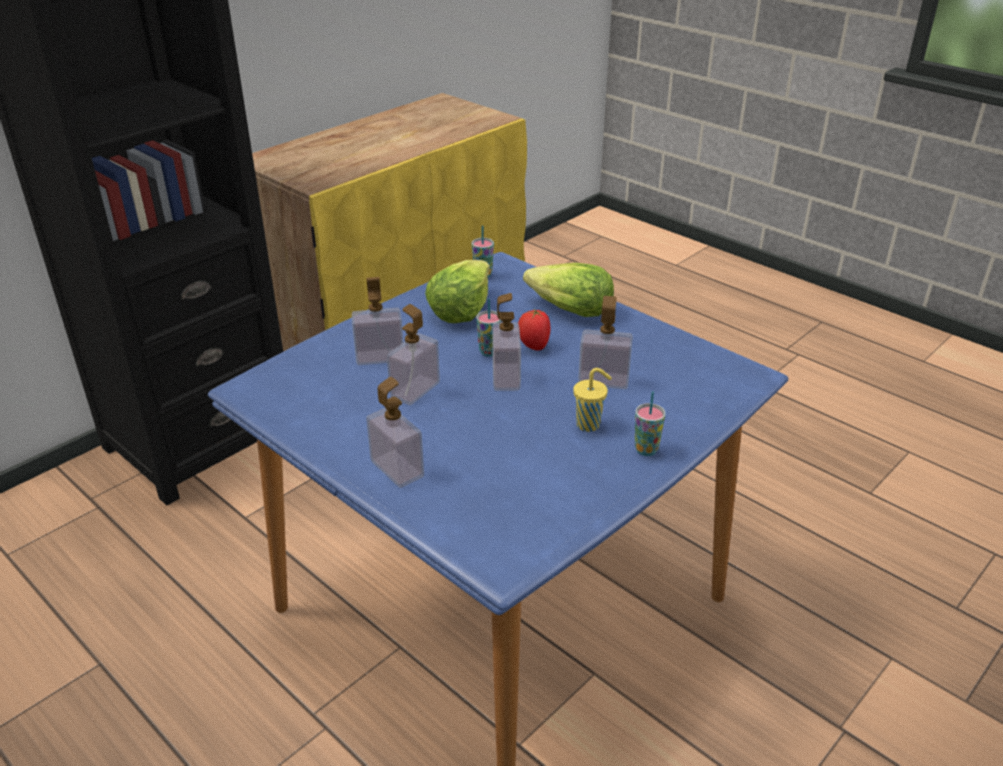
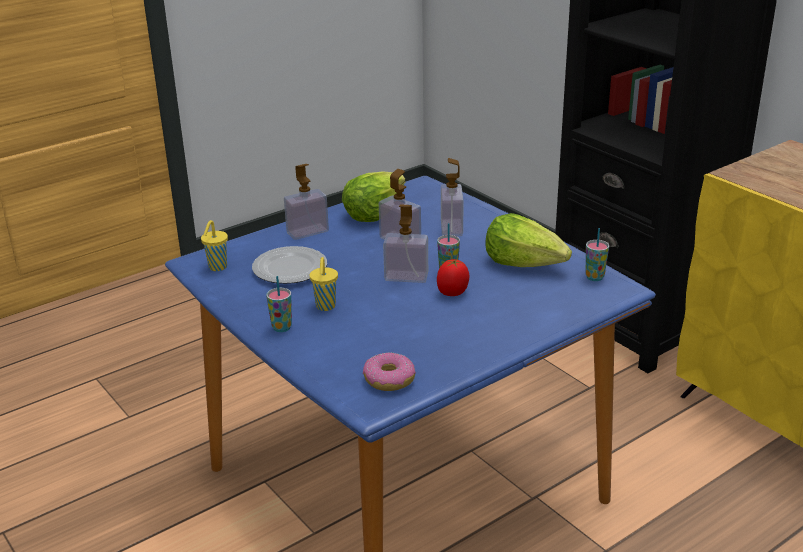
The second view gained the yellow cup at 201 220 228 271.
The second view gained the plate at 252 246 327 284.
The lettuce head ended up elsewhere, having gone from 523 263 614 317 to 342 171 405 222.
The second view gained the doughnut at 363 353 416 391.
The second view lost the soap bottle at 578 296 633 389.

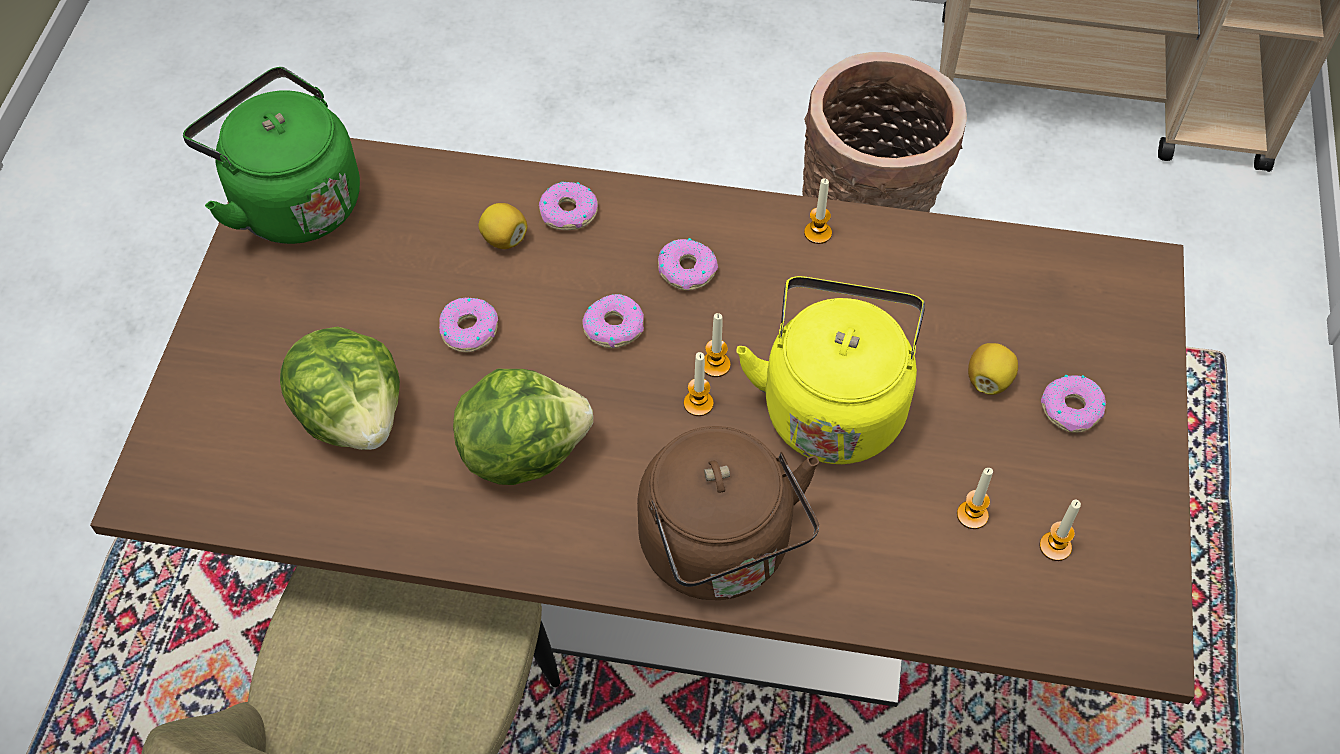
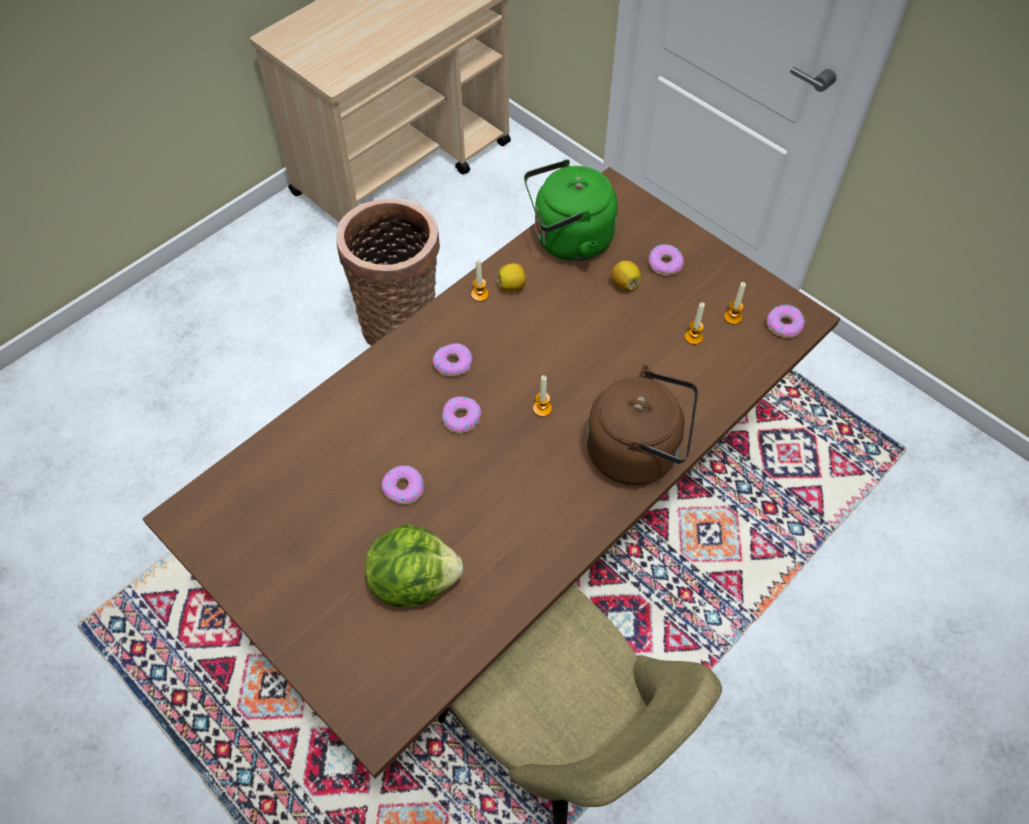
The lemon ended up elsewhere, having gone from 478 203 527 249 to 497 263 526 292.
The green kettle ended up elsewhere, having gone from 183 67 360 244 to 524 159 618 261.
The doughnut ended up elsewhere, having gone from 539 181 598 230 to 767 304 805 338.
The second view lost the lettuce head at 453 369 593 485.
The second view lost the candle at 704 313 731 377.
The second view lost the yellow kettle at 736 276 925 464.

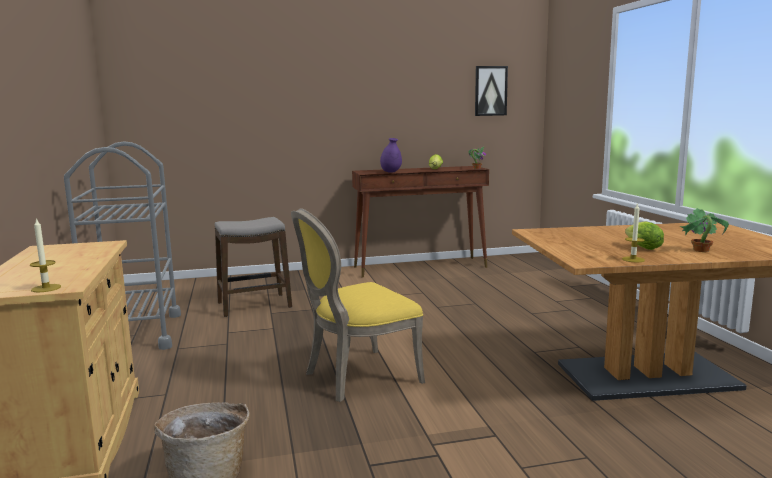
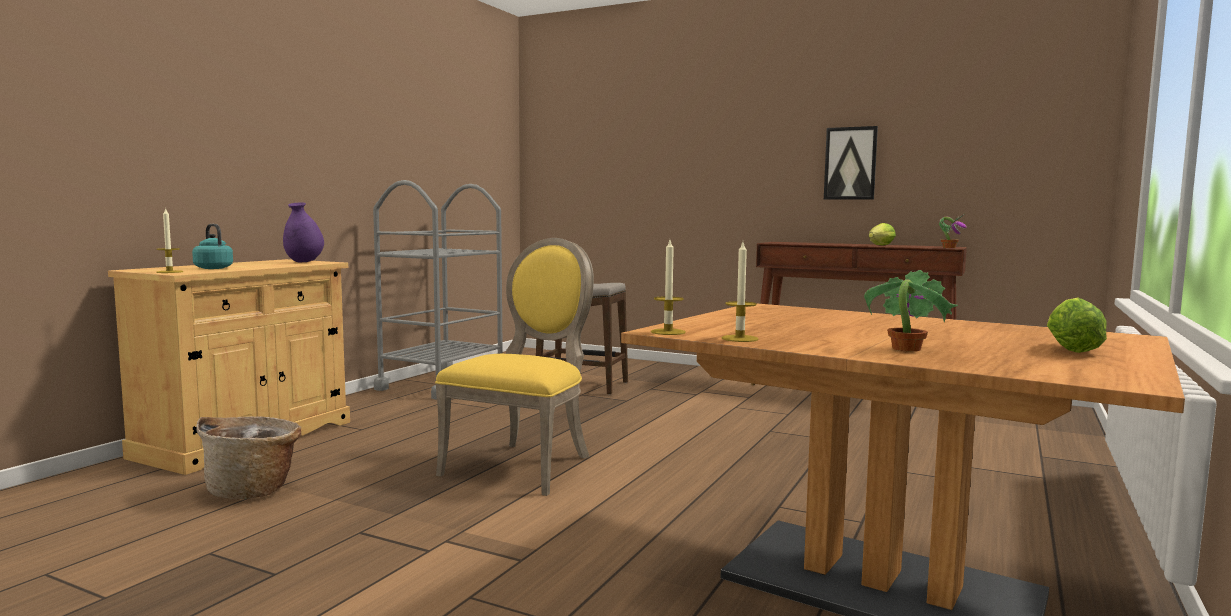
The second view gained the blue-green kettle at 192 224 233 269.
The purple-coloured vase ended up elsewhere, having gone from 380 138 402 173 to 283 202 324 262.
The yellow upright chair at 291 208 425 402 ended up facing another way, 105 degrees clockwise from before.
The second view gained the candle at 651 240 686 335.
The picture ended up elsewhere, having gone from 475 66 508 116 to 824 126 878 200.
The lettuce head ended up elsewhere, having gone from 625 221 664 250 to 1047 298 1107 353.

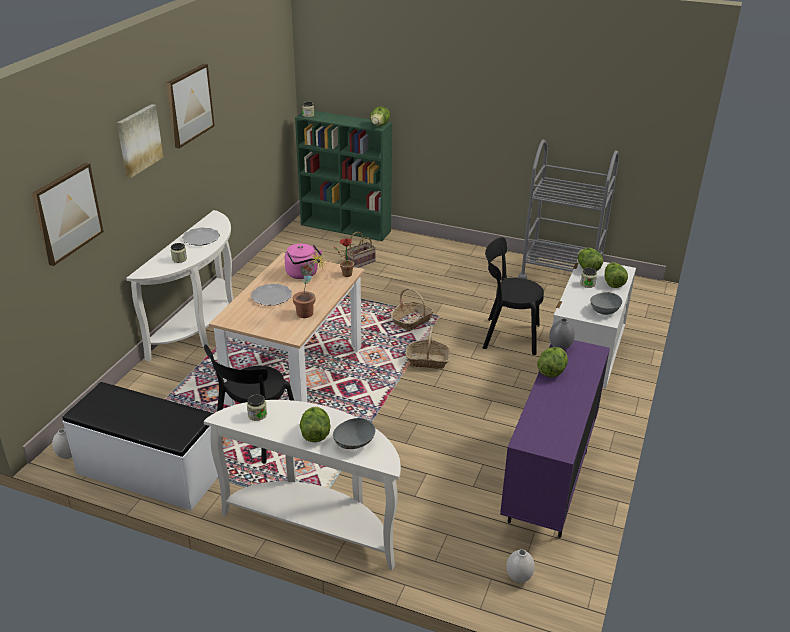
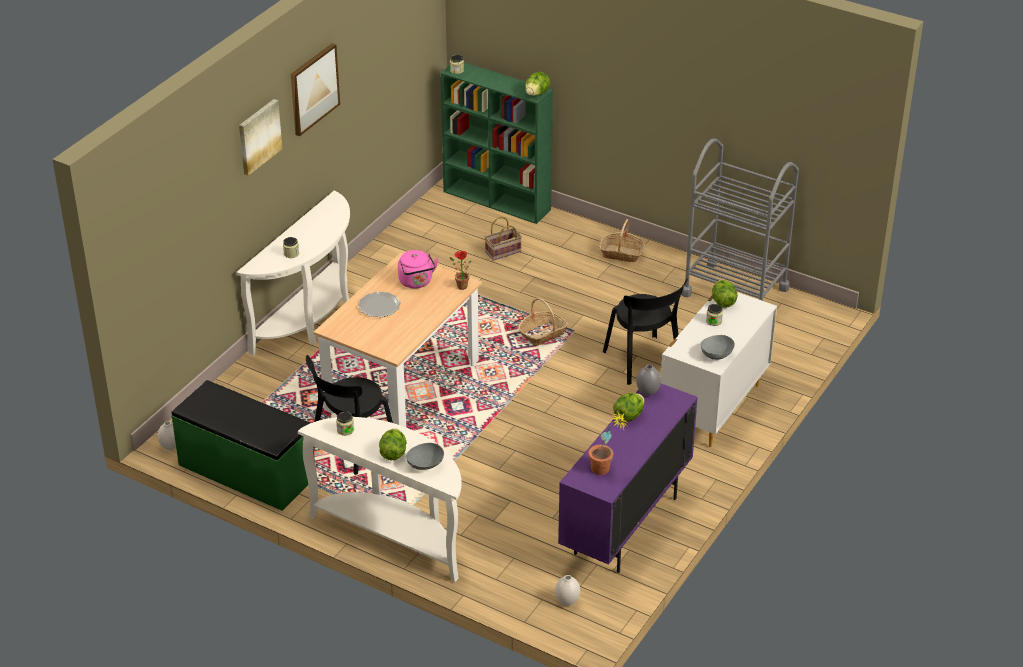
What was the whitish long seat at 62 382 218 511 turned into the green long seat at 171 380 315 511.
The plant in a pot ended up elsewhere, having gone from 293 254 326 318 to 588 411 628 475.
The household basket ended up elsewhere, having gone from 406 326 451 369 to 599 219 645 263.
The blackish upright chair at 483 237 544 355 ended up facing another way, 135 degrees counterclockwise from before.
The second view lost the picture at 32 163 104 266.
The second view lost the plate at 182 227 220 246.
The second view lost the lettuce head at 604 263 628 288.

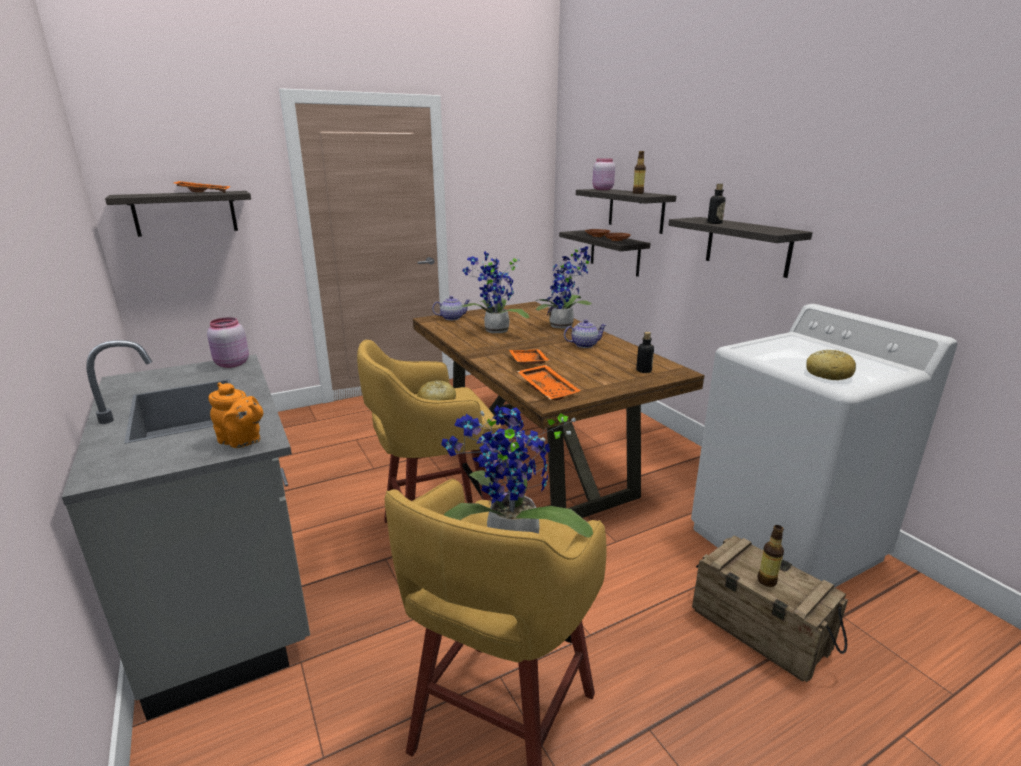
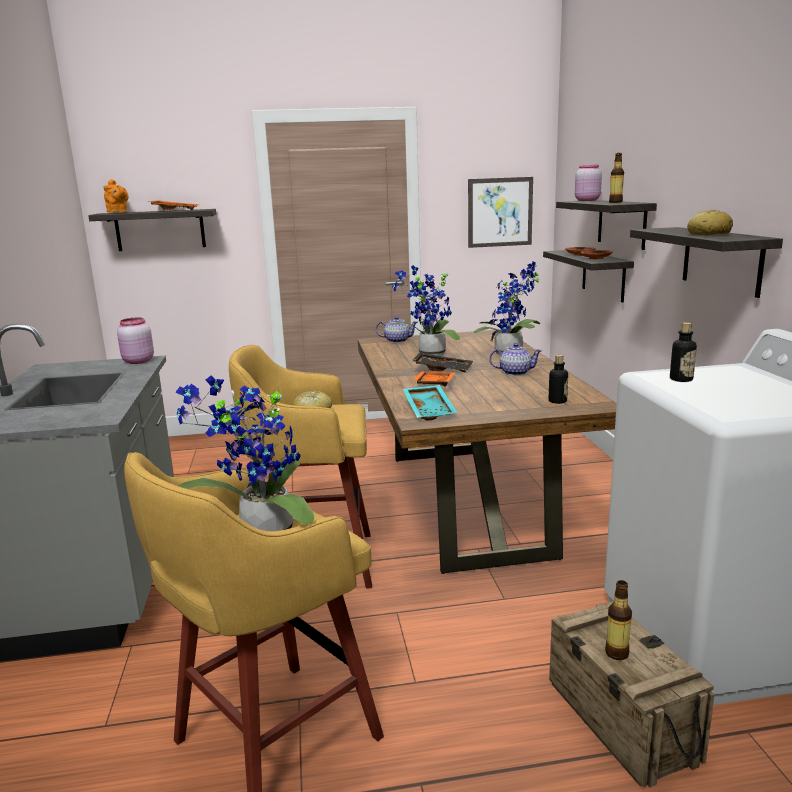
The orange pot for tea ended up elsewhere, having gone from 209 382 263 448 to 104 179 129 213.
What was the orange serving tray at 517 365 581 401 turned into the blue-green serving tray at 403 385 458 421.
The second view gained the blackish serving tray at 412 353 473 373.
The second view gained the picture at 468 177 533 248.
The bottle ended up elsewhere, having gone from 707 184 726 224 to 670 322 697 382.
The baked bread ended up elsewhere, having gone from 806 350 856 380 to 687 210 733 235.

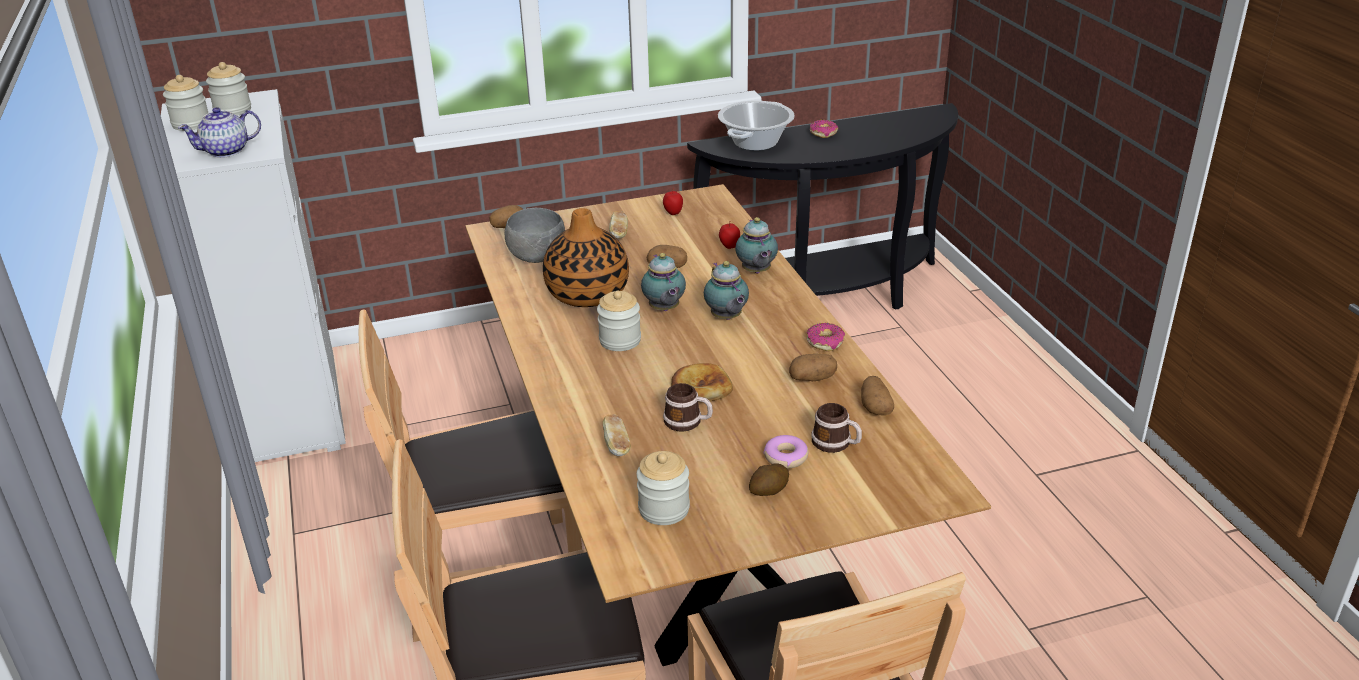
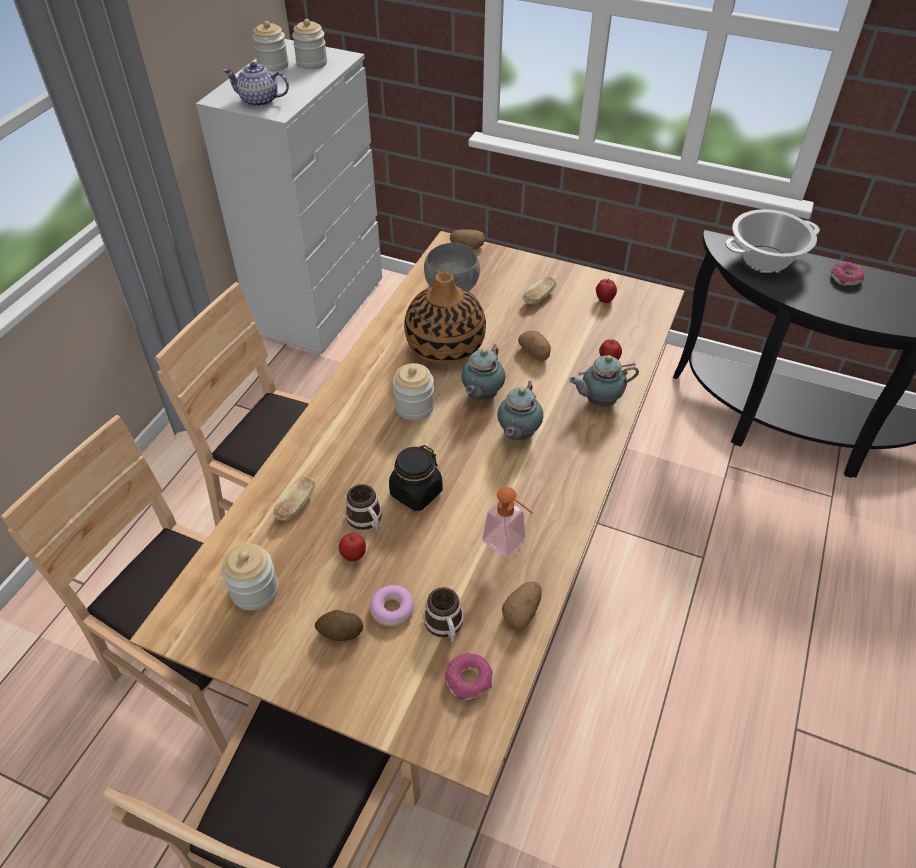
The second view gained the apple at 339 533 366 562.
Where the baked bread stood at 671 363 733 402, the blackish storage jar came to stand at 389 445 443 511.
The doughnut ended up elsewhere, having gone from 807 323 845 351 to 445 653 493 700.
Where the spud stood at 789 354 837 381, the soap bottle came to stand at 482 487 533 557.
The pot for tea at 735 217 778 274 ended up facing another way, 45 degrees clockwise from before.

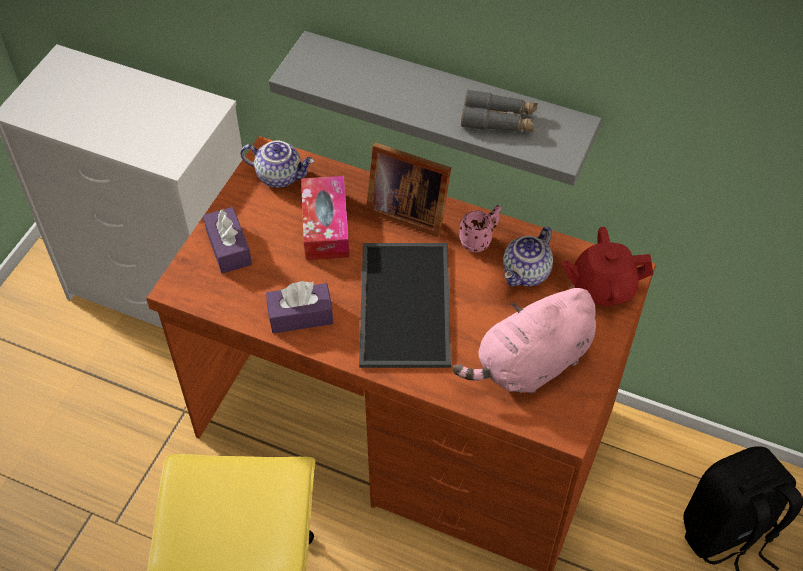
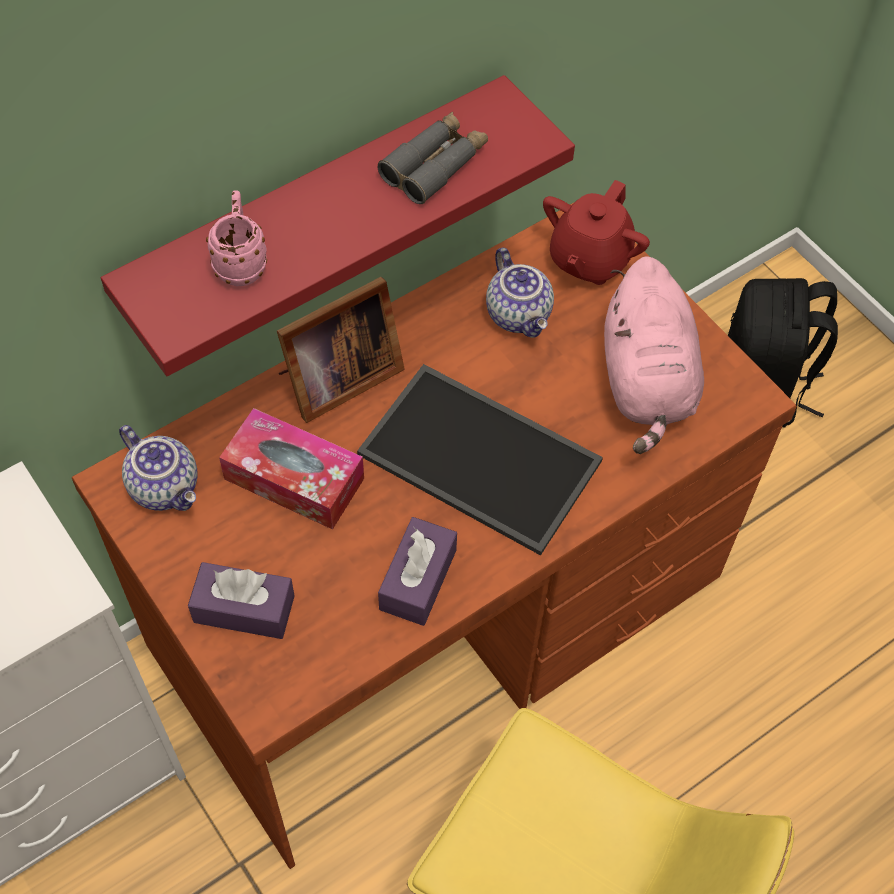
What was the grey shelf at 269 31 602 186 turned into the reddish shelf at 101 75 575 376.
The pot for tea at 240 141 314 188 ended up facing another way, 90 degrees clockwise from before.
The pink-coloured mug ended up elsewhere, having gone from 459 205 501 252 to 206 191 267 286.

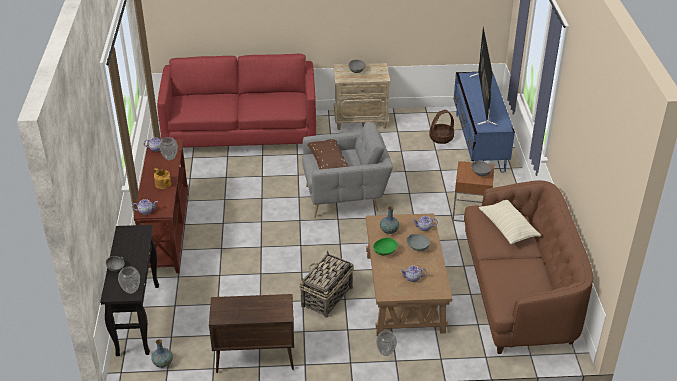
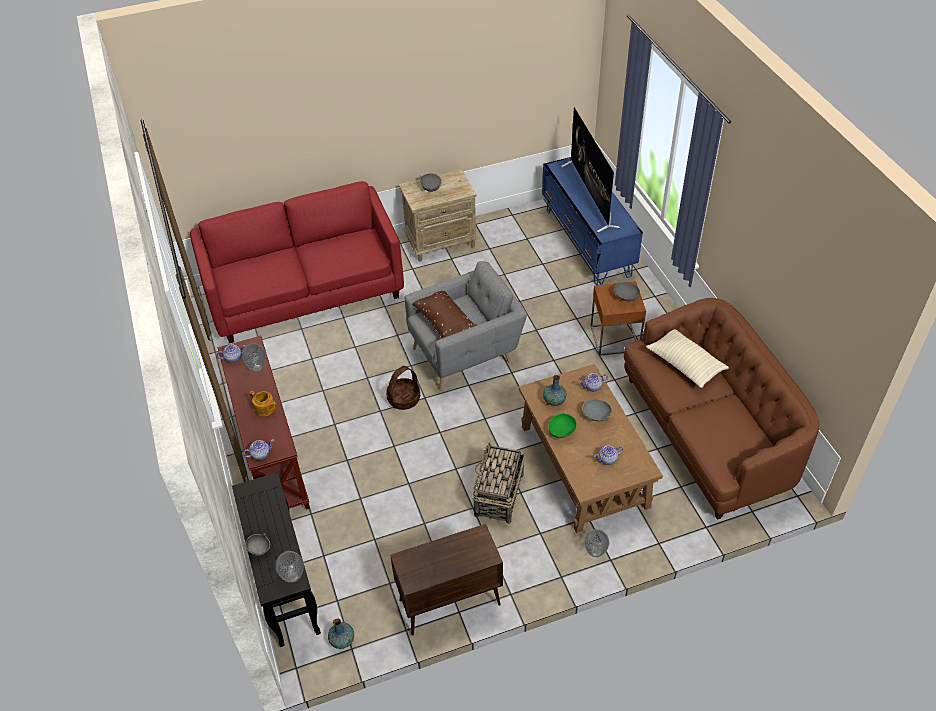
The household basket ended up elsewhere, having gone from 429 110 454 144 to 386 366 420 410.

